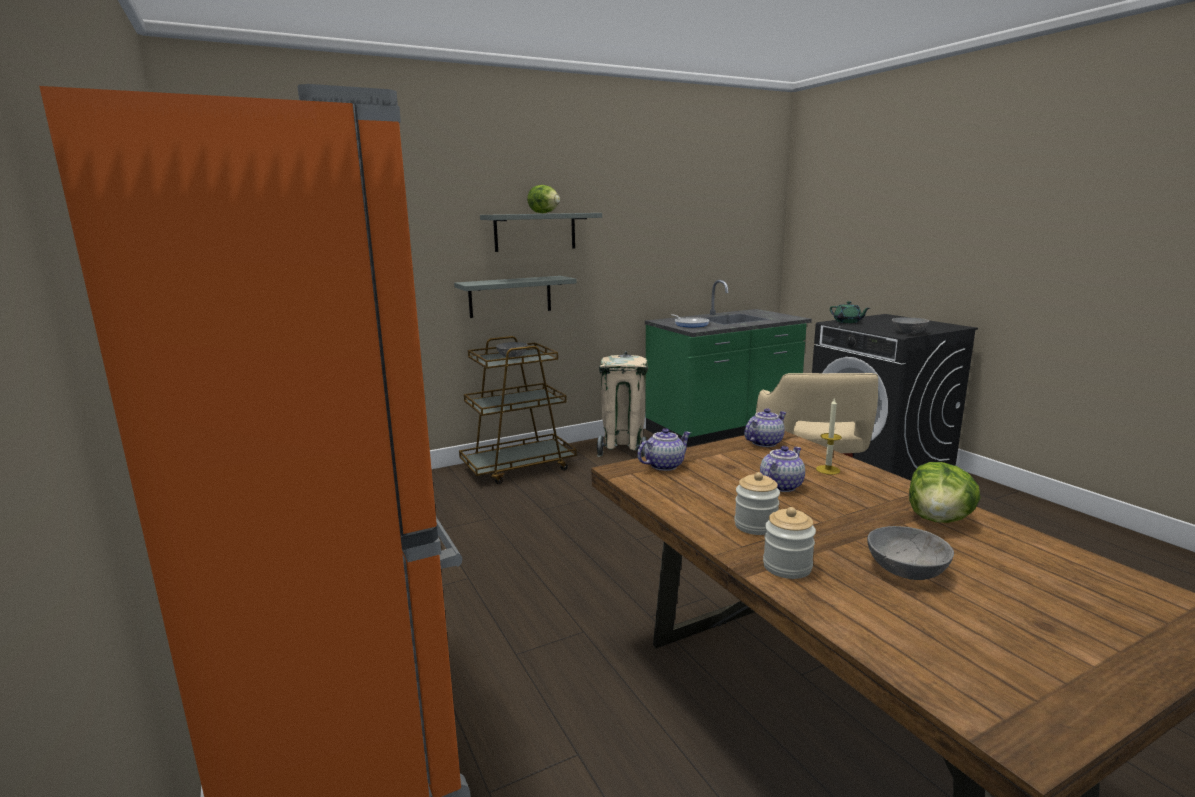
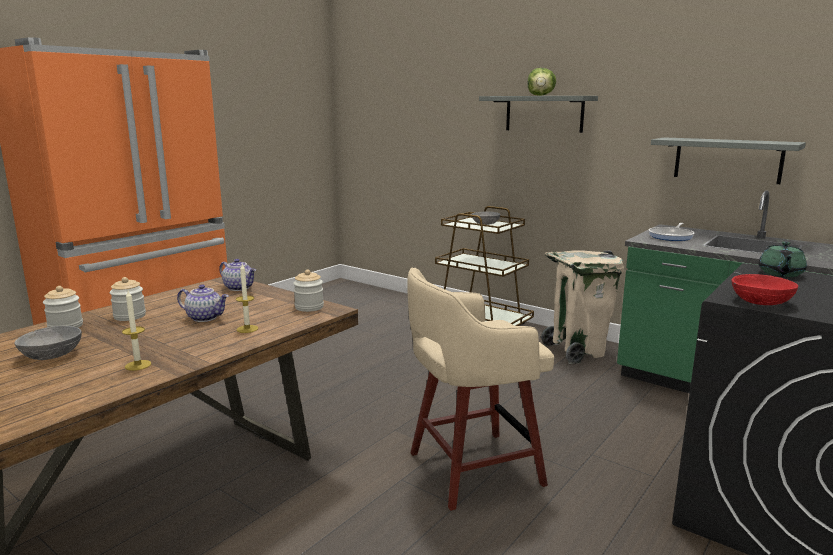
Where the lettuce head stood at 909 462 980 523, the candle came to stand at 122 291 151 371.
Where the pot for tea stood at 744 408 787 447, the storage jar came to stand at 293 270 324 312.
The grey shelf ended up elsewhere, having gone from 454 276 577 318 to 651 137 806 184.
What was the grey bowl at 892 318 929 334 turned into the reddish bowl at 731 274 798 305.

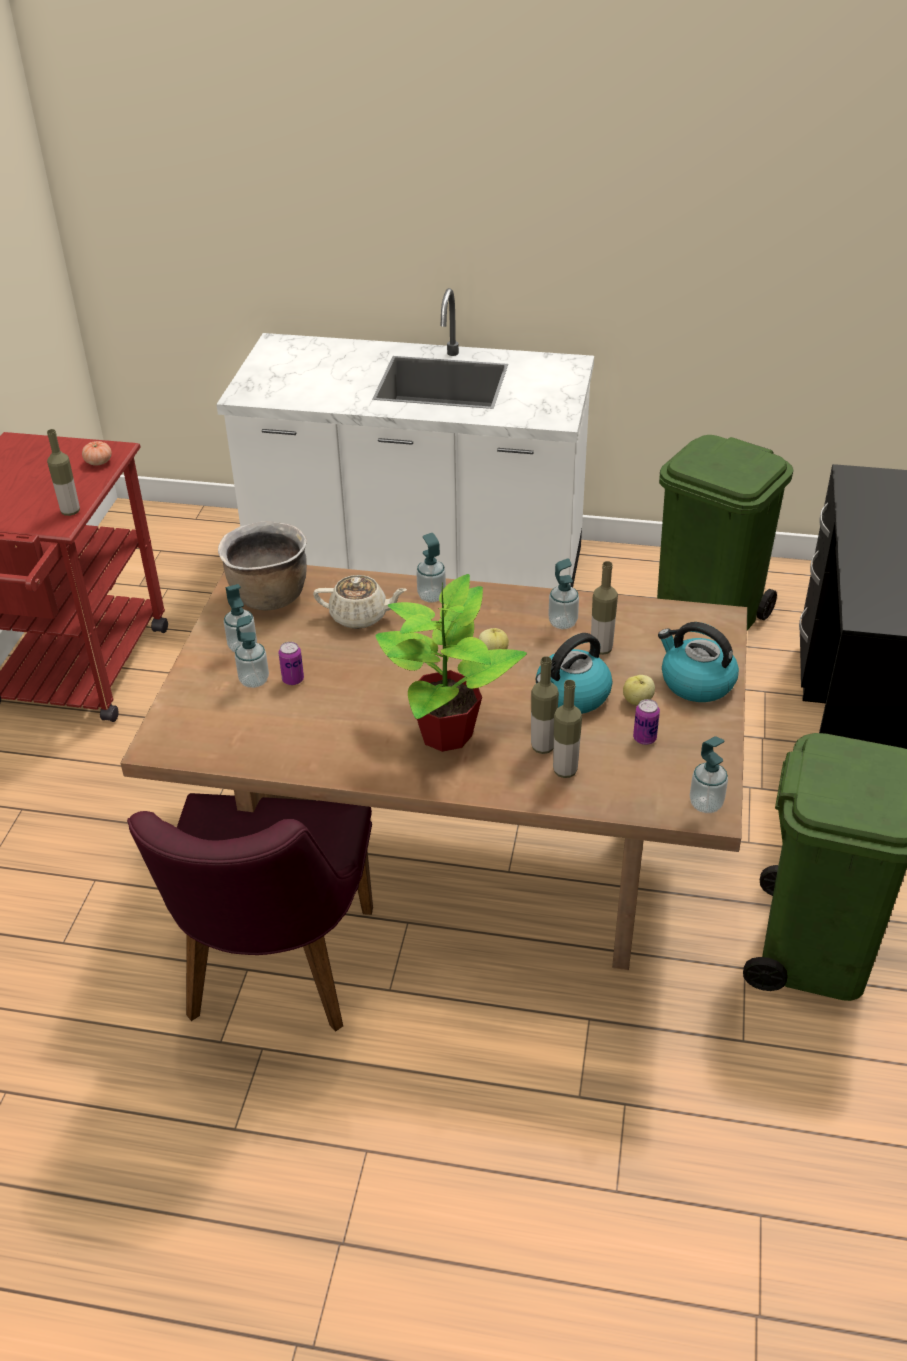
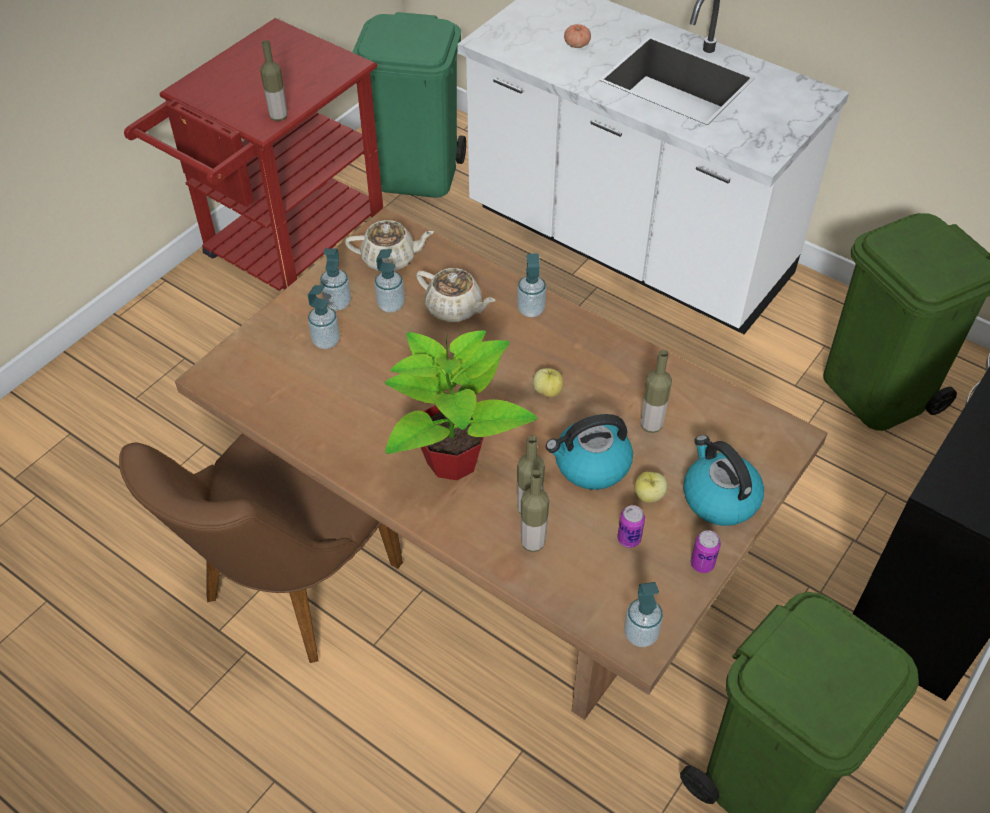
What was the purple-coloured upright chair at 127 793 373 1032 turned into the brownish upright chair at 119 434 403 663.
Where the brownish saucepot stood at 218 521 307 610, the beige pot for tea came to stand at 345 220 434 271.
The second view gained the green rubbish bin at 352 12 466 198.
The soap bottle ended up elsewhere, having gone from 548 558 579 629 to 374 249 405 313.
The whole tomato ended up elsewhere, having gone from 82 441 112 466 to 564 24 591 48.
The can ended up elsewhere, having gone from 278 642 304 685 to 691 530 721 573.

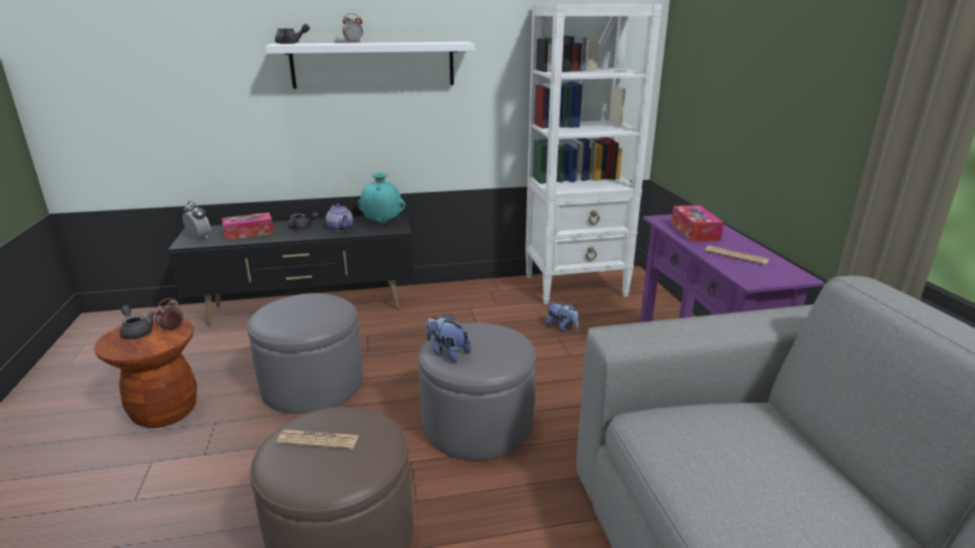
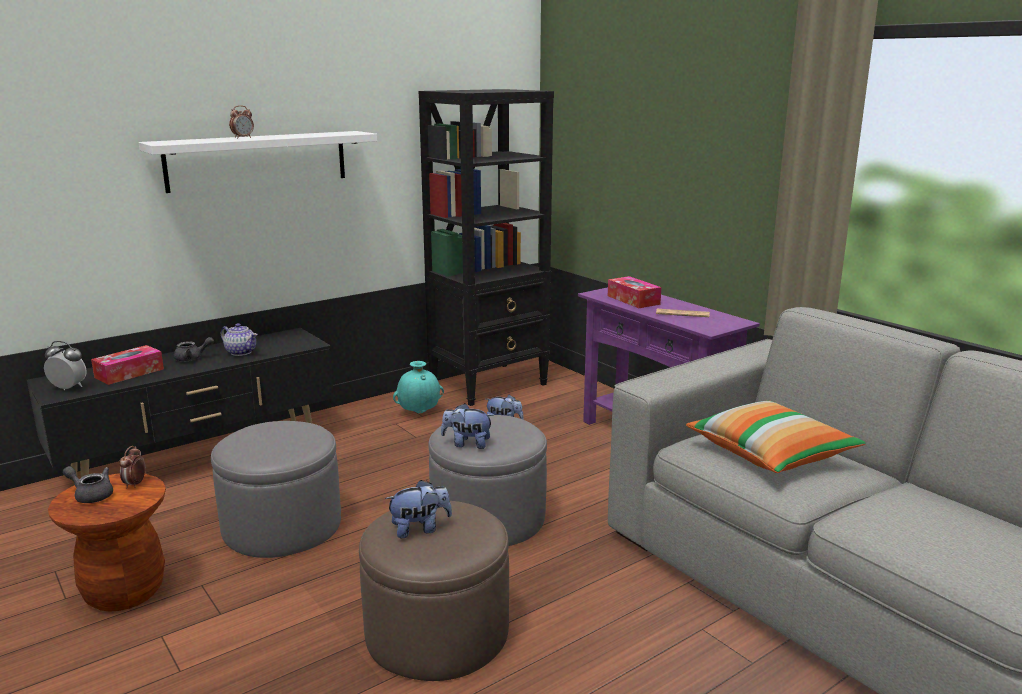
Where the newspaper stood at 276 430 359 449, the plush toy came to stand at 385 480 452 538.
The blue-green vase ended up elsewhere, having gone from 357 173 405 224 to 393 361 444 414.
What was the whitish bookcase at 525 4 662 304 turned into the blackish bookcase at 419 89 554 406.
The second view gained the pillow at 686 401 866 473.
The second view lost the grey pot for tea at 275 24 310 44.

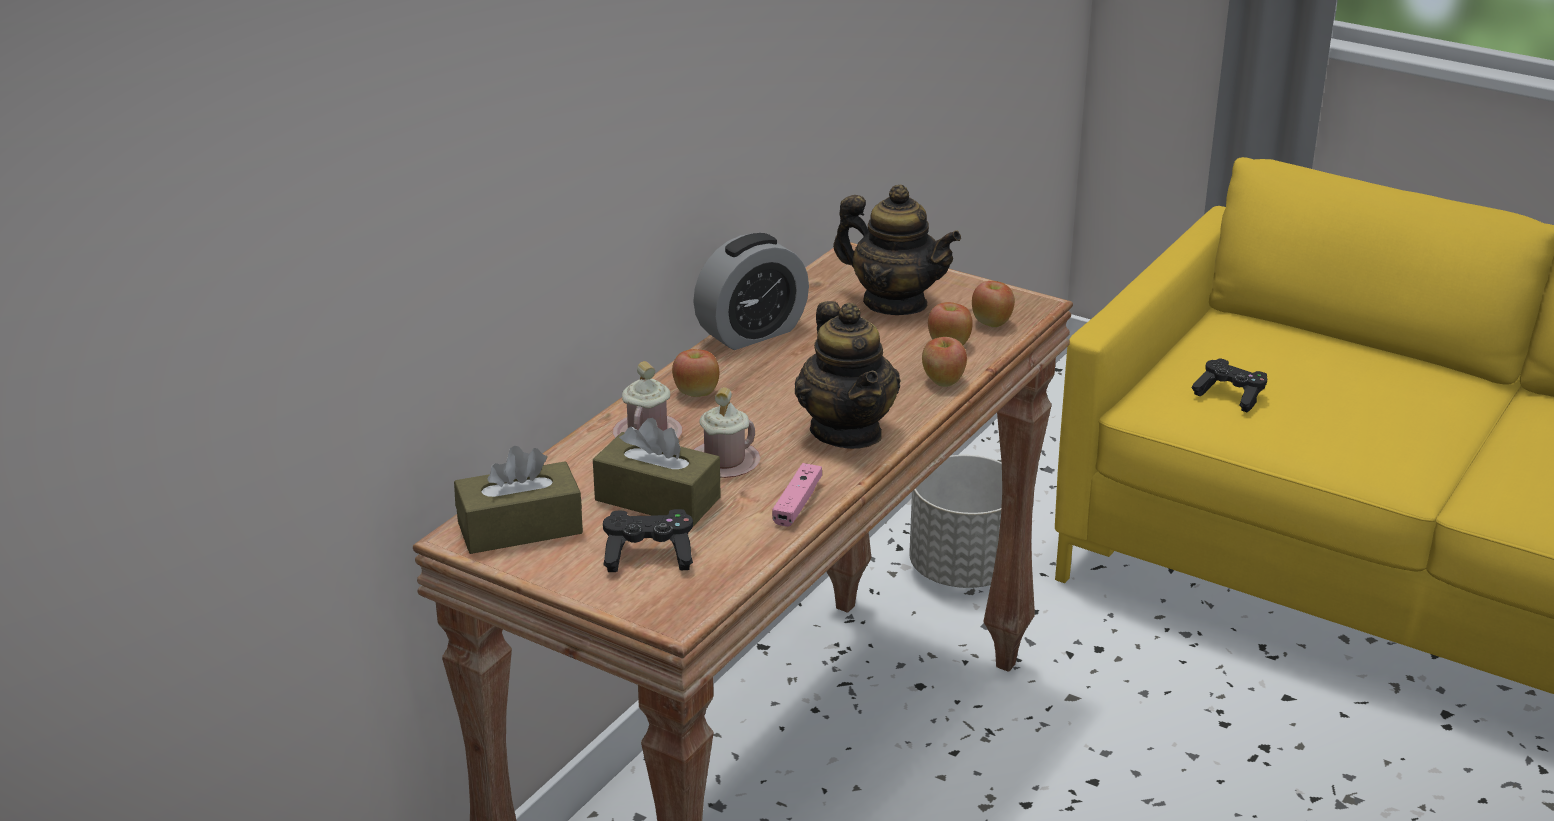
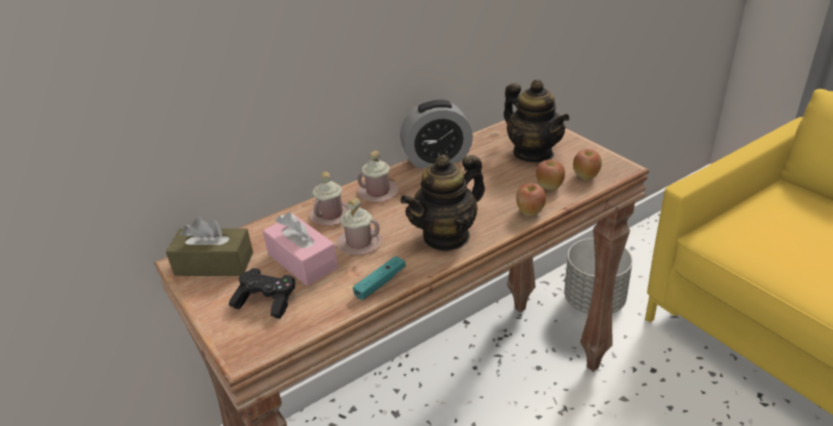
What was the brownish tissue box at 593 418 721 526 turned into the pink-coloured tissue box at 263 212 338 286.
What was the pink-coloured joypad at 772 463 822 527 turned into the blue-green joypad at 353 256 406 300.
Where the apple stood at 672 349 719 397, the pink-coloured mug came to stand at 357 150 399 202.
The pot for tea at 795 301 901 449 ended up facing another way, 45 degrees clockwise from before.
The second view lost the blackish joypad at 1191 358 1267 412.

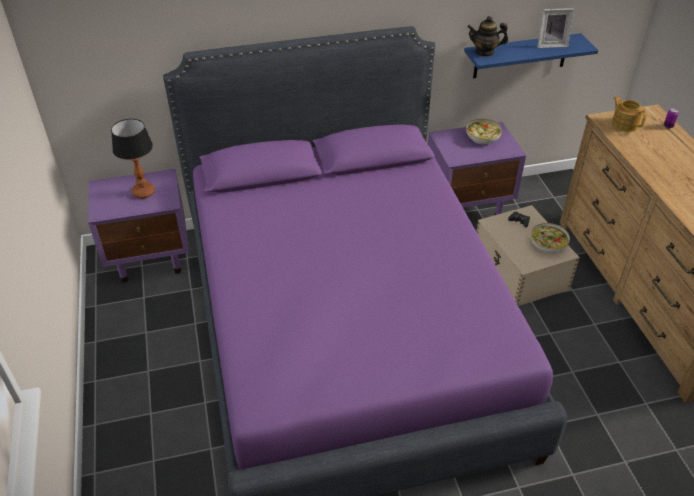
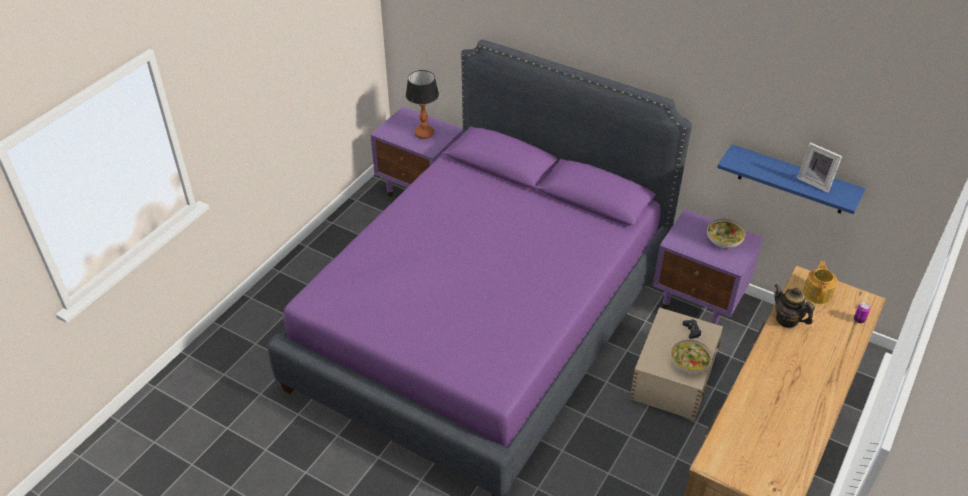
The pot for tea ended up elsewhere, having gone from 467 16 508 57 to 774 284 815 328.

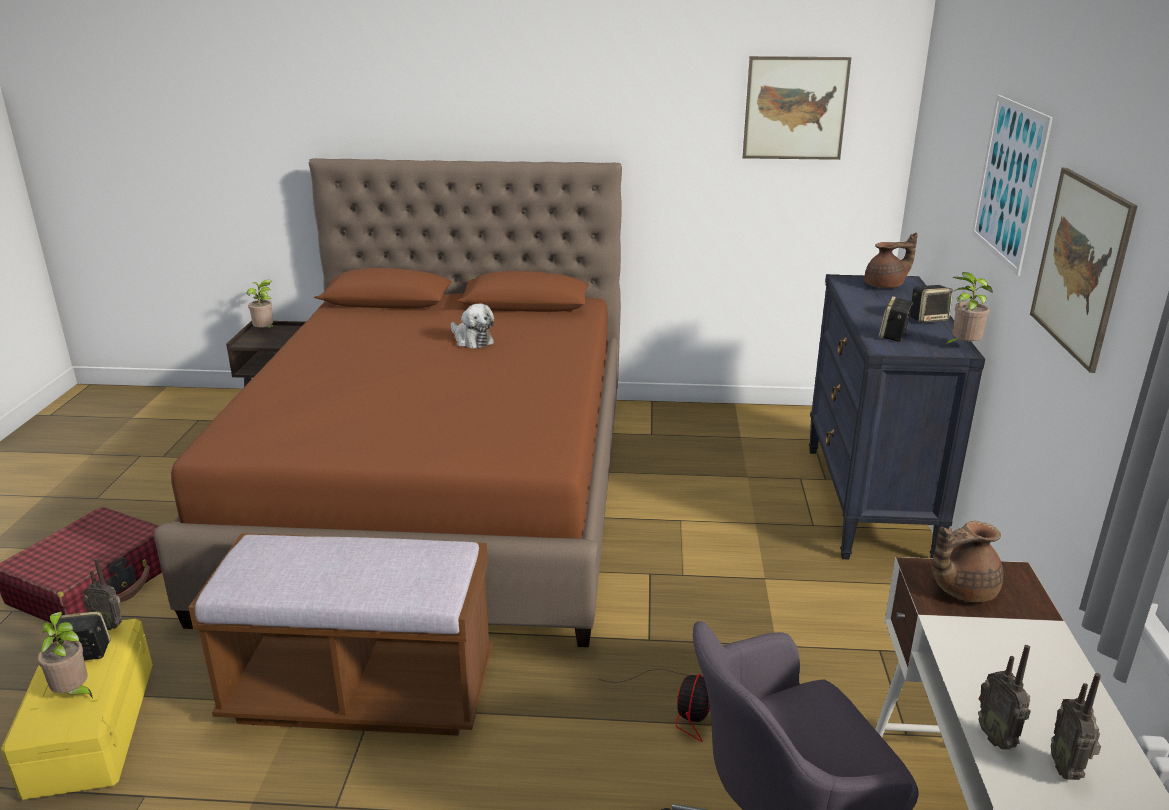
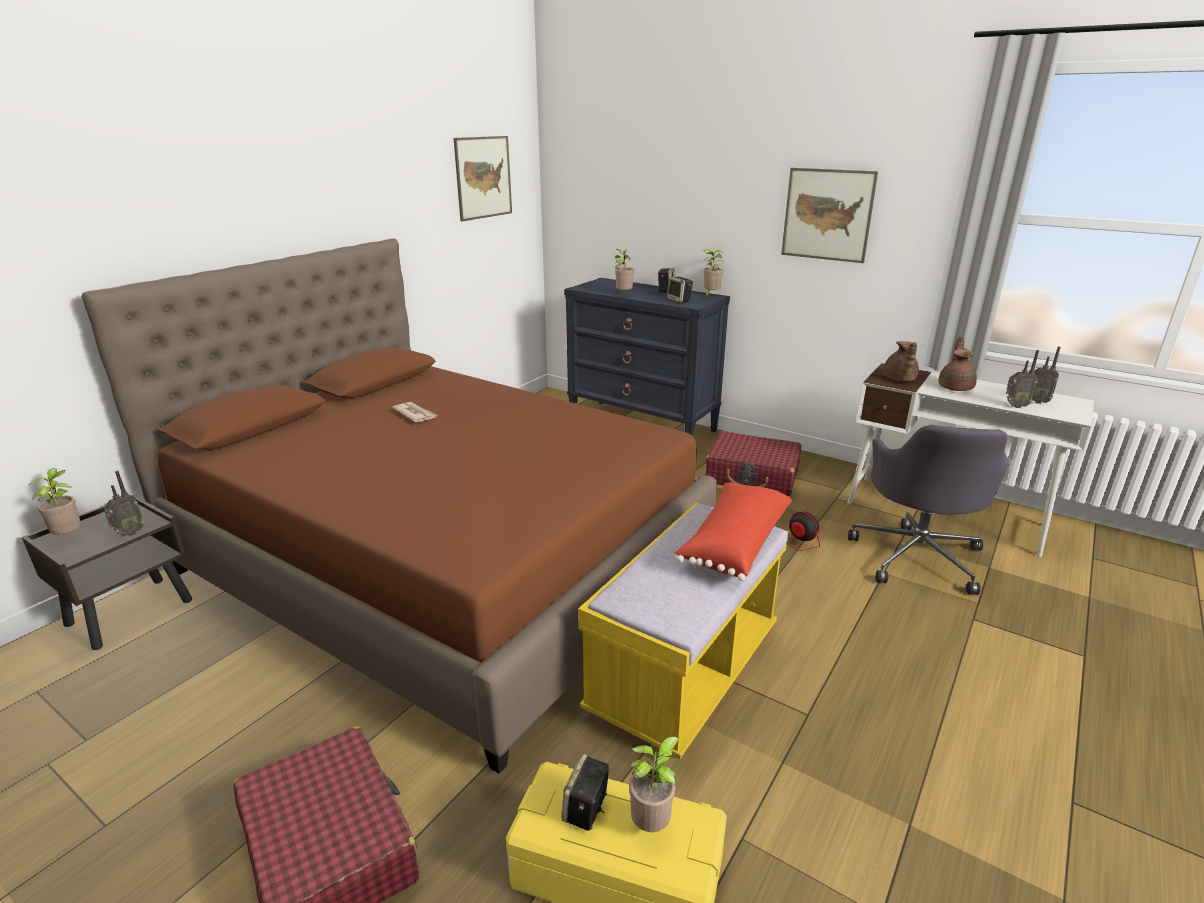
The radio ended up elsewhere, having gone from 83 558 123 630 to 104 470 144 536.
Where the plush toy stood at 451 304 494 348, the newspaper came to stand at 392 402 438 423.
What was the brownish long seat at 188 533 492 736 turned into the yellow long seat at 578 503 788 759.
The second view gained the plant in a pot at 615 248 634 292.
The second view gained the reddish pillow at 675 482 792 581.
The second view gained the reddish suitcase at 705 431 802 497.
The brownish pot for tea ended up elsewhere, having gone from 865 233 918 288 to 938 336 977 391.
The second view lost the picture at 972 95 1053 276.

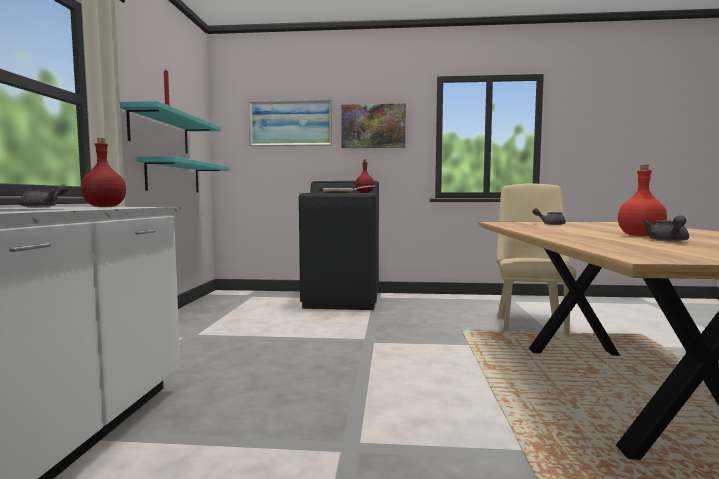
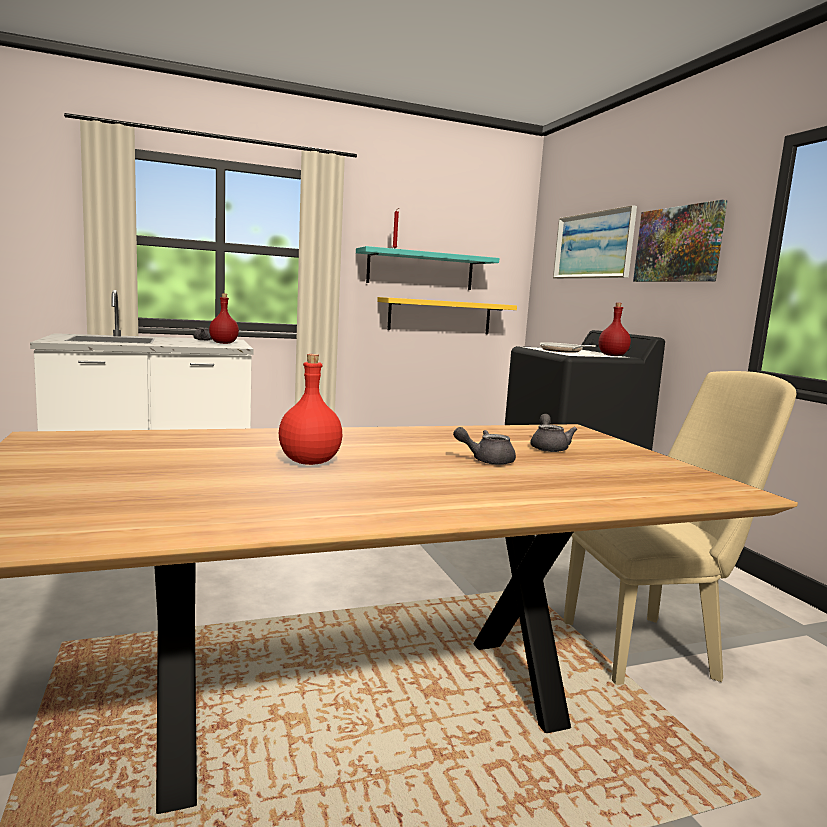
What was the blue-green shelf at 137 156 229 192 turned into the yellow shelf at 377 297 517 334.
The grey pot for tea ended up elsewhere, having gone from 643 215 689 242 to 453 427 516 465.

